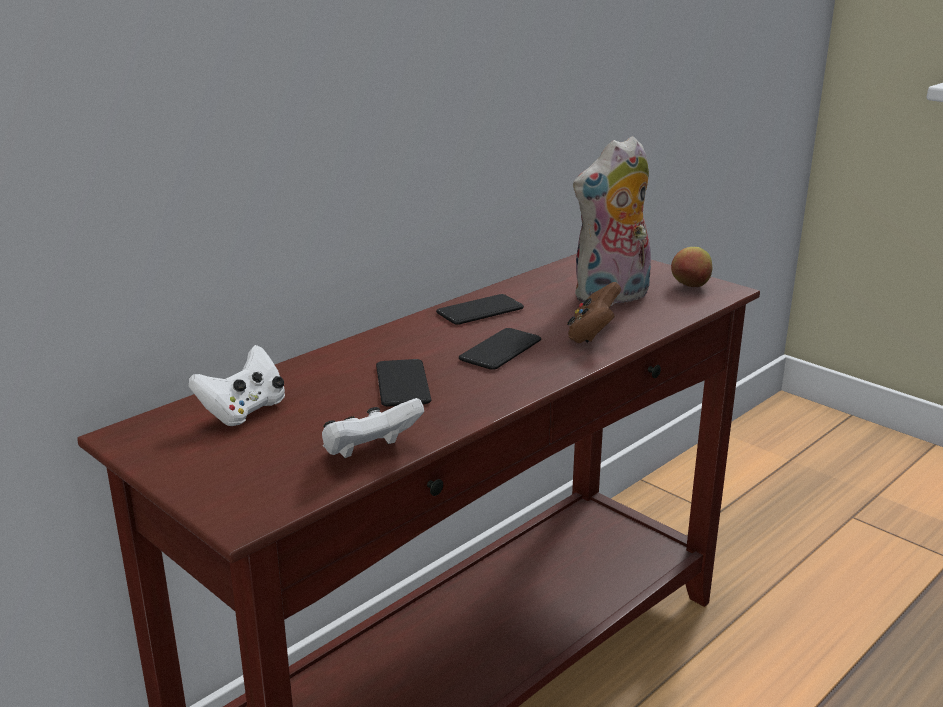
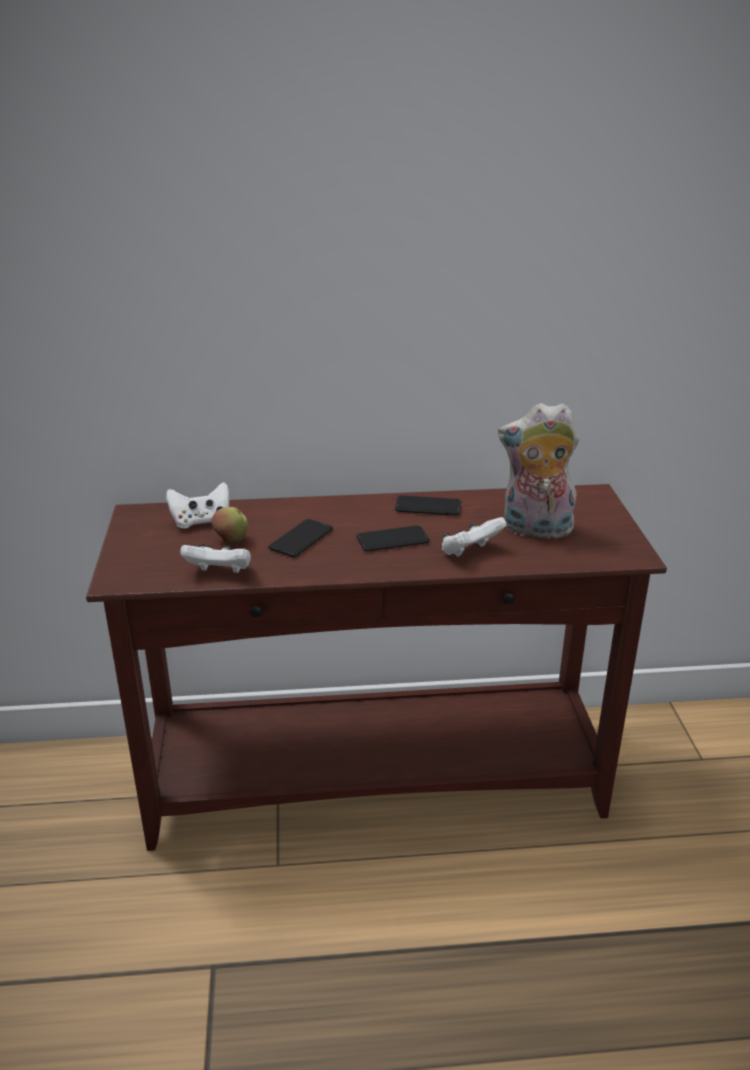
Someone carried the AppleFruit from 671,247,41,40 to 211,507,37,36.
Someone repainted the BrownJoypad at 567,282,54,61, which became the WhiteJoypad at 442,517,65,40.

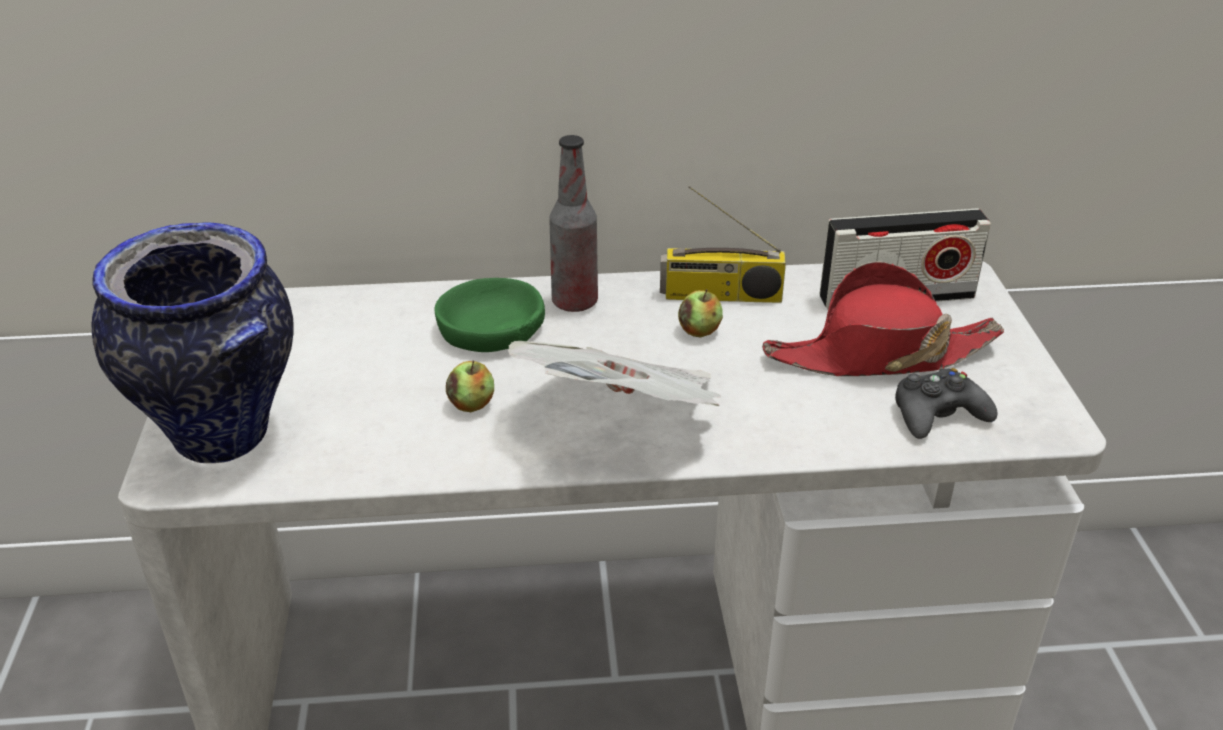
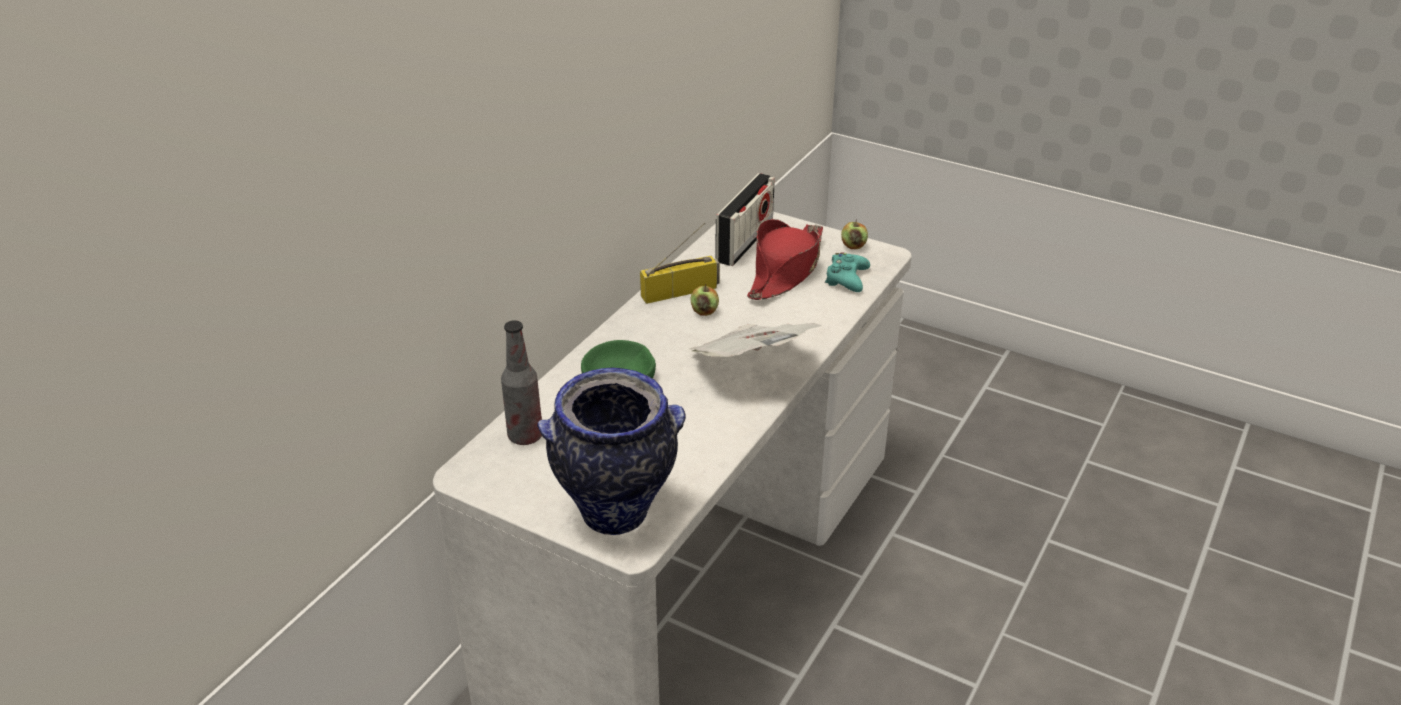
Someone carried the DrinkBottle from 549,135,49,177 to 501,320,41,125.
Someone rotated the Radio at 660,186,126,117 by 150 degrees counterclockwise.
Someone carried the AppleFruit from 446,360,48,52 to 841,220,27,29.
Someone repainted the BlackishJoypad at 895,368,102,71, which became the BlueGreenJoypad at 825,252,45,40.

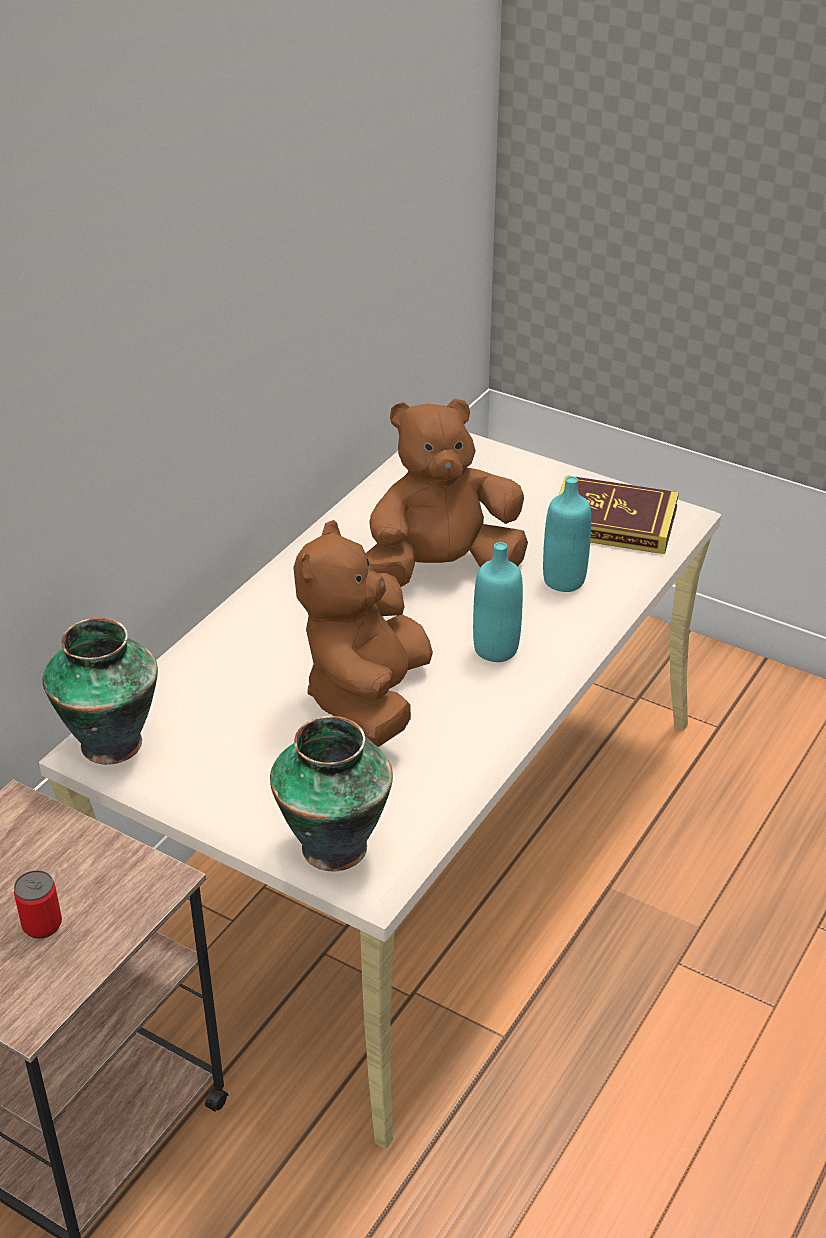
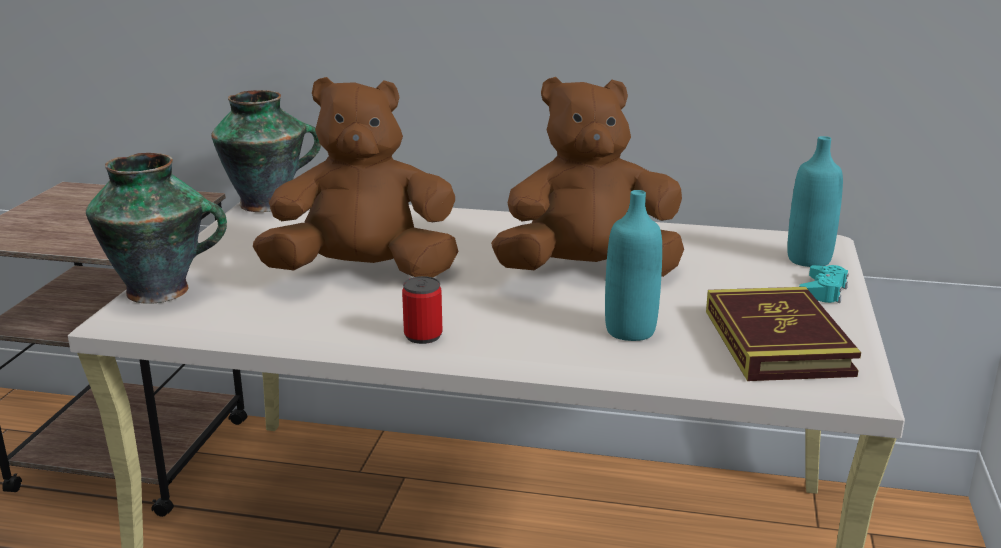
Someone rotated the BrownPlushToy at 366,398,162,189 by 60 degrees counterclockwise.
Someone carried the BlueGreenDrinkBottle from 473,542,50,120 to 787,136,56,131.
Someone carried the MetalCan from 14,870,48,69 to 402,276,40,68.
Someone put down the BlueGreenJoypad at 799,265,50,38.

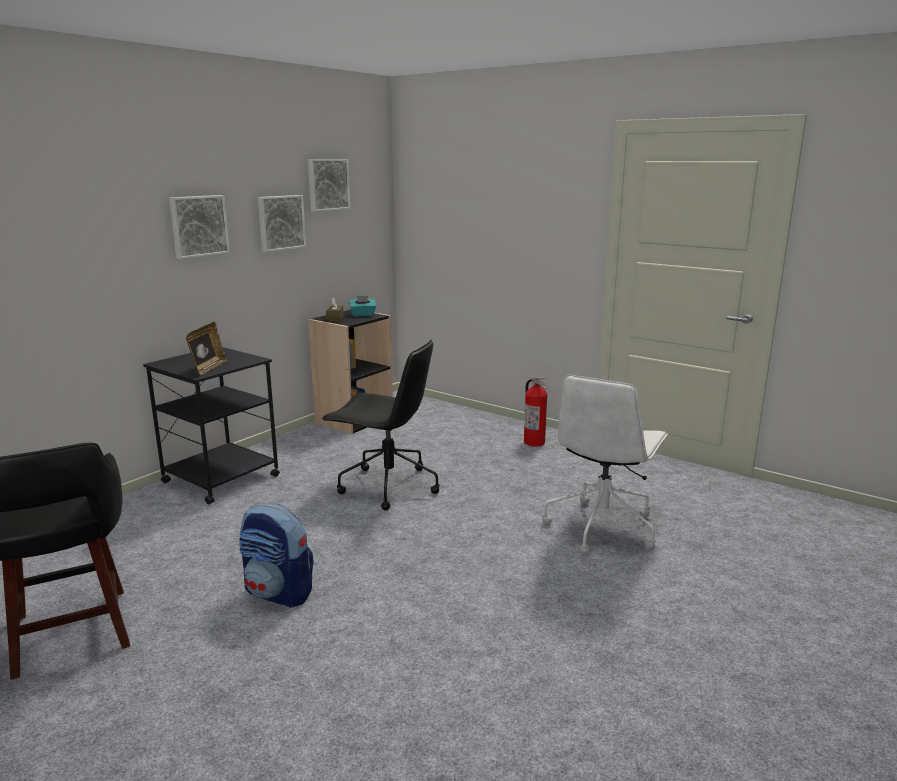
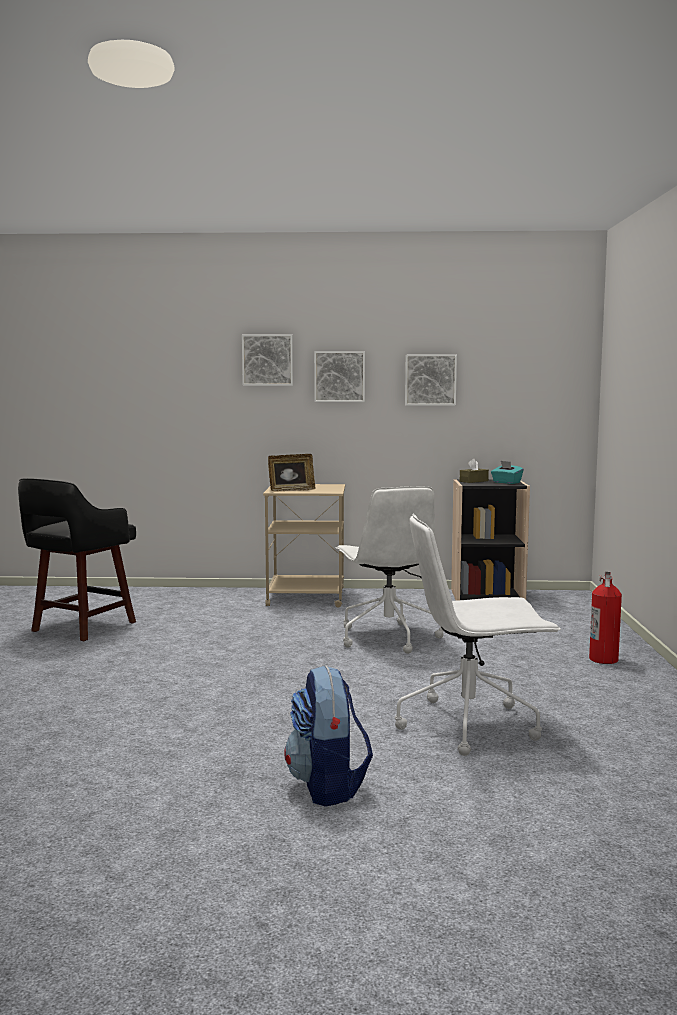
Someone carried the WallPicture from 308,159,42,53 to 242,335,51,51.
Someone repainted the BlackishDeskChair at 321,340,119,170, which became the WhiteDeskChair at 335,486,109,168.
Someone repainted the BlackishWheeledCart at 143,347,137,157, which became the BeigeWheeledCart at 263,484,82,124.
Someone carried the Knapsack from 239,504,75,104 to 284,665,89,142.

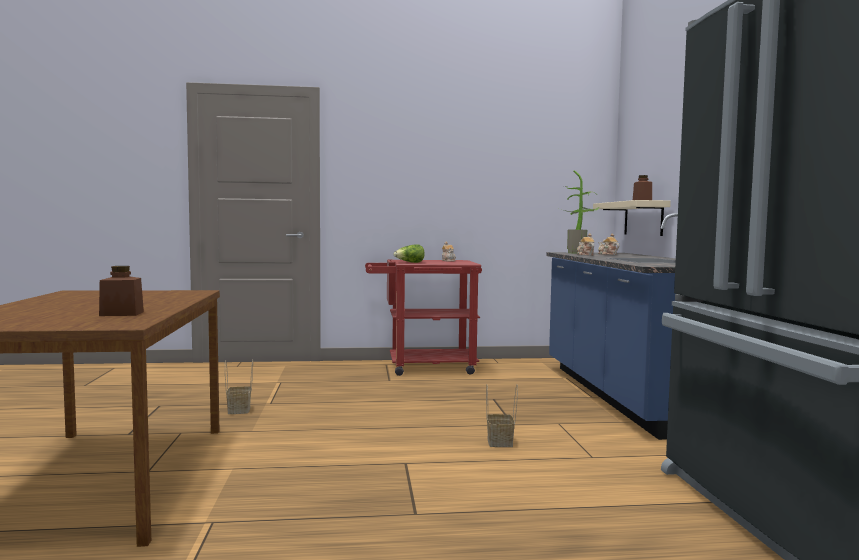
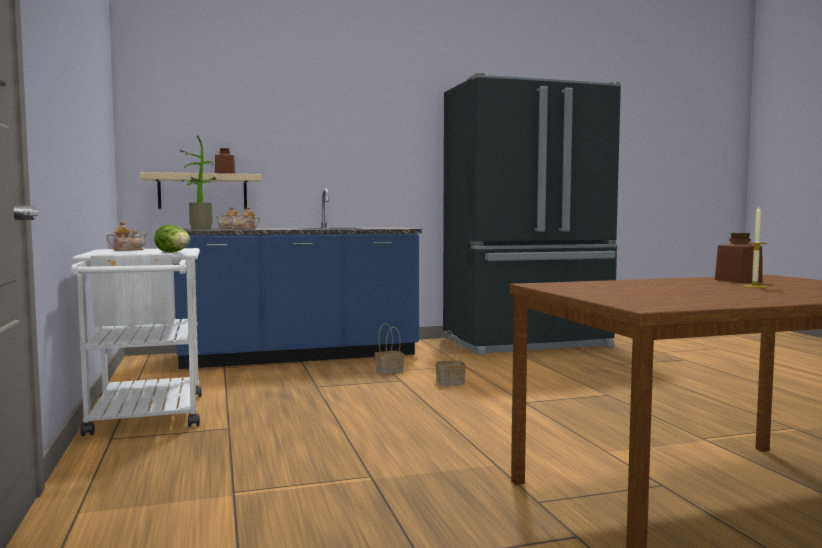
Someone repainted the ReddishWheeledCart at 365,260,117,116, which became the WhiteWheeledCart at 71,248,131,188.
Someone carried the HouseholdBasket from 225,359,28,55 to 375,323,29,52.
Someone put down the WaxLight at 743,206,24,82.

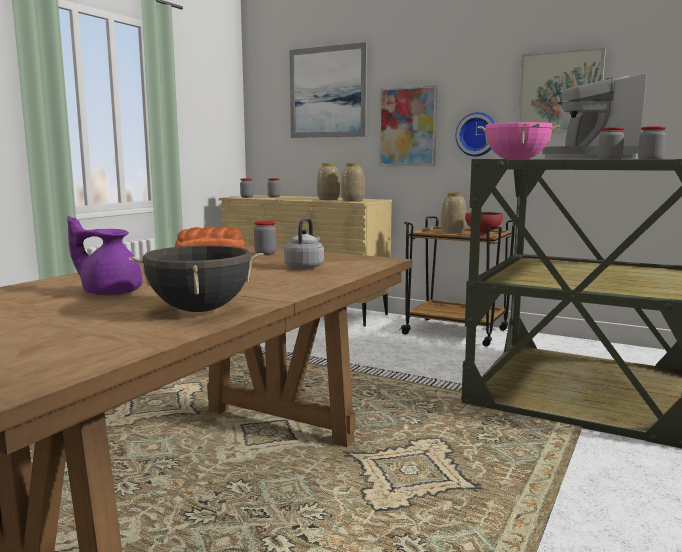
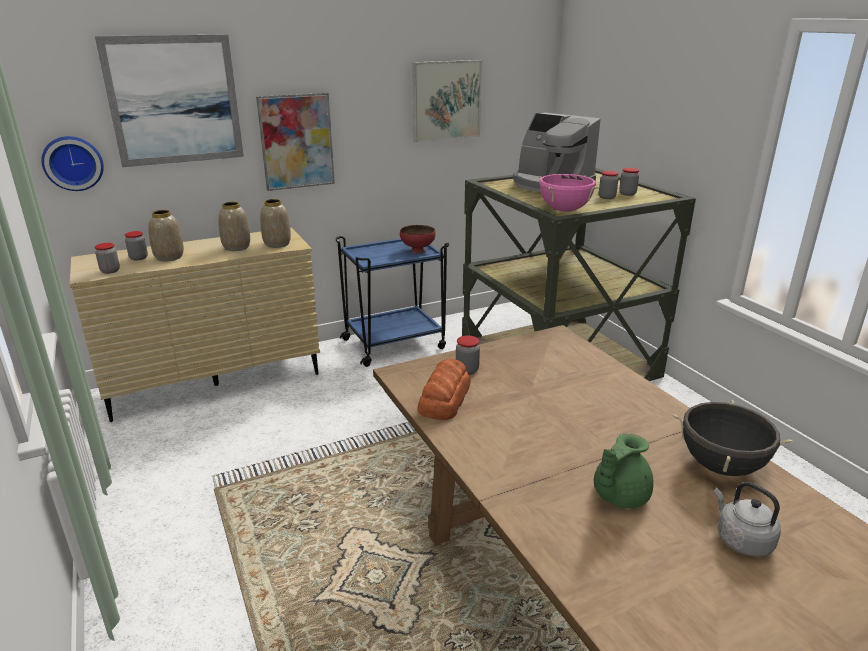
Someone carried the HangingClock from 456,112,39,45 to 41,136,63,55.
Someone carried the DecorativeVase from 441,193,25,40 to 148,210,36,51.
Someone repainted the PurpleColouredTeapot at 67,216,75,79, which became the GreenTeapot at 594,433,59,75.
Someone repainted the BrownWheeledCart at 400,216,115,131, which became the BlueWheeledCart at 336,236,113,131.
Someone carried the GreyKettle from 284,218,40,51 to 714,482,67,75.

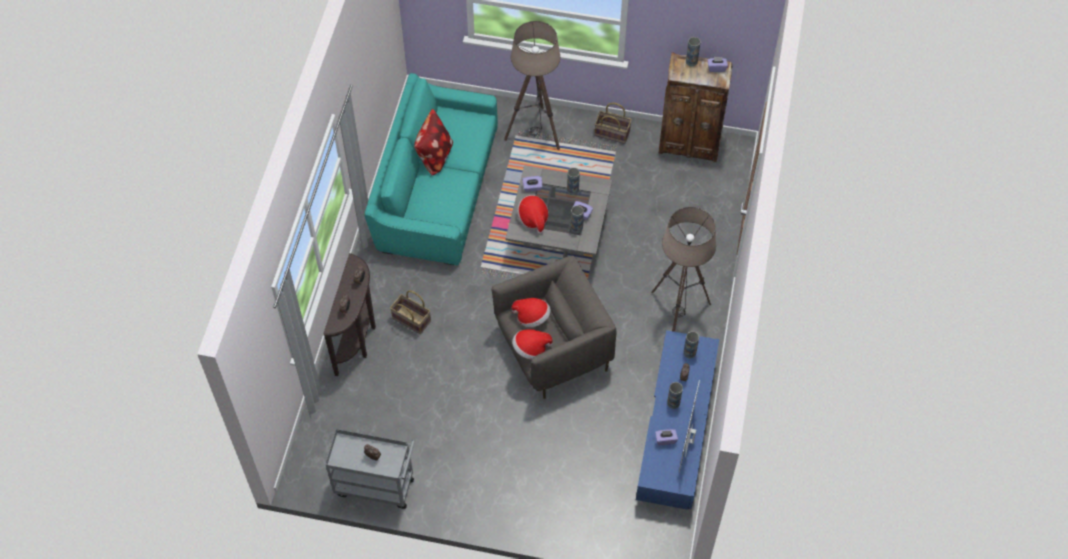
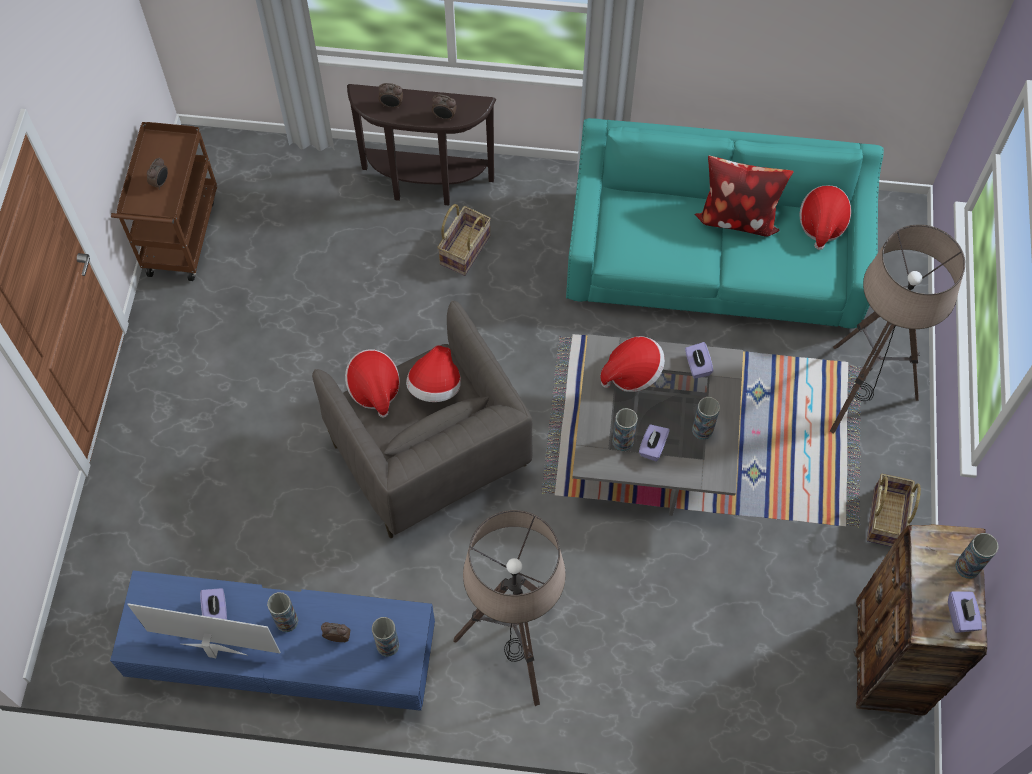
Someone repainted the GreyWheeledCart at 325,429,90,80, which became the BrownWheeledCart at 111,122,106,159.
Someone put down the WearableHat at 799,186,52,64.

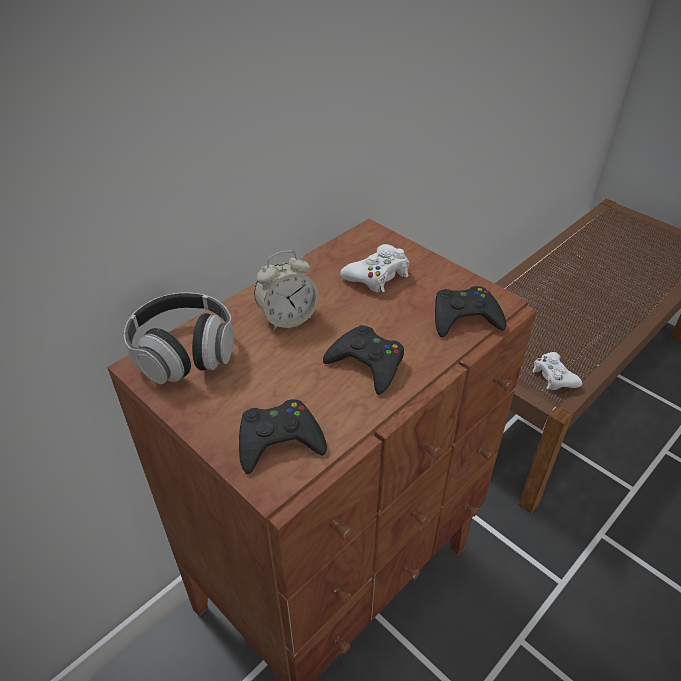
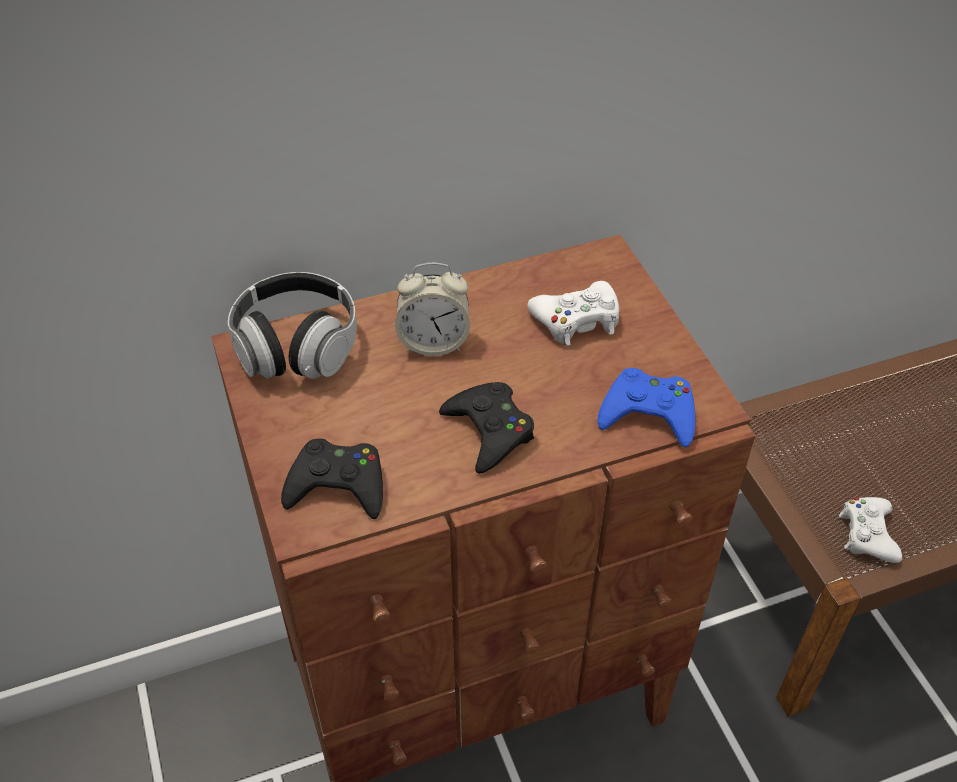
Someone repainted the BlackishJoypad at 435,286,71,52, which became the BlueJoypad at 597,368,98,80.

